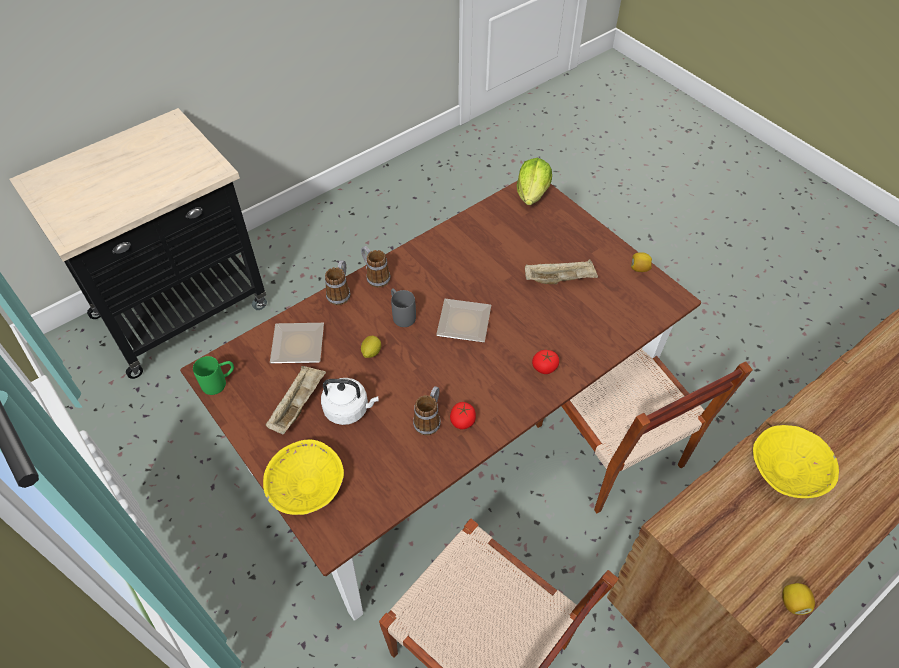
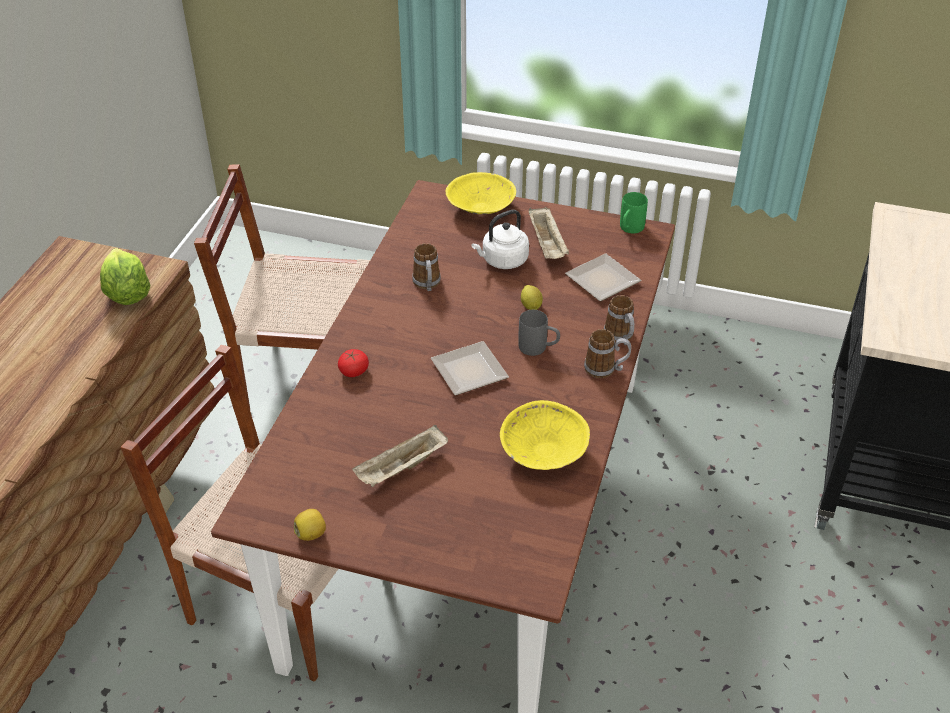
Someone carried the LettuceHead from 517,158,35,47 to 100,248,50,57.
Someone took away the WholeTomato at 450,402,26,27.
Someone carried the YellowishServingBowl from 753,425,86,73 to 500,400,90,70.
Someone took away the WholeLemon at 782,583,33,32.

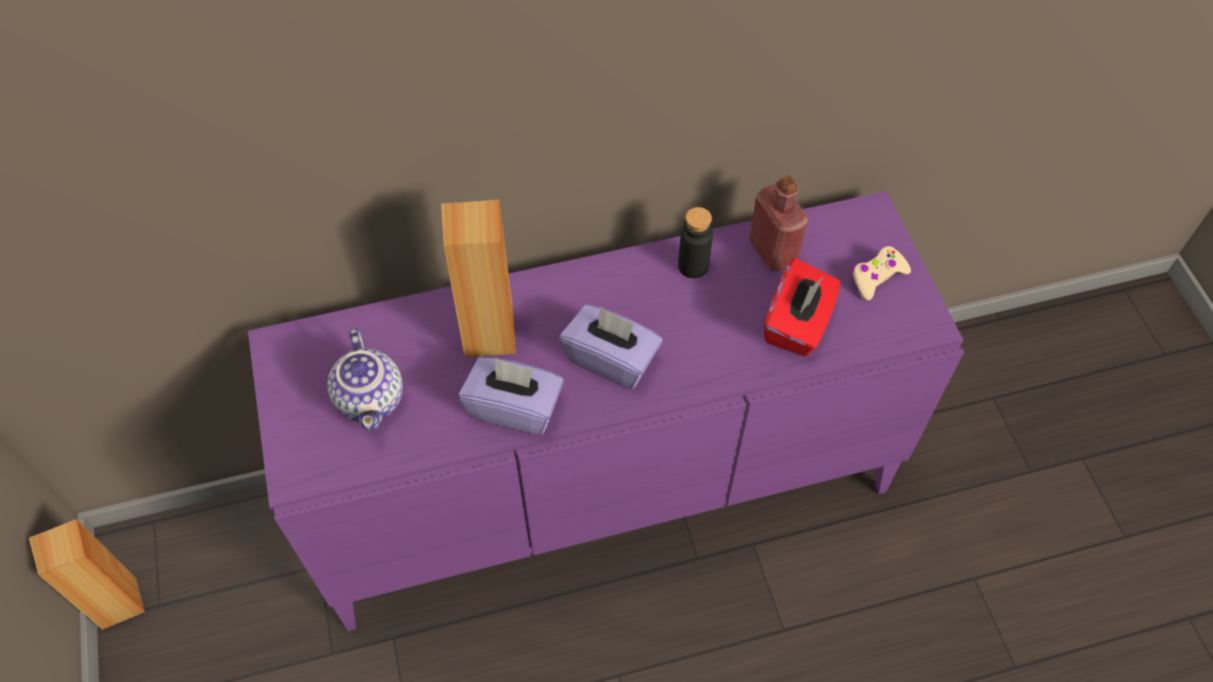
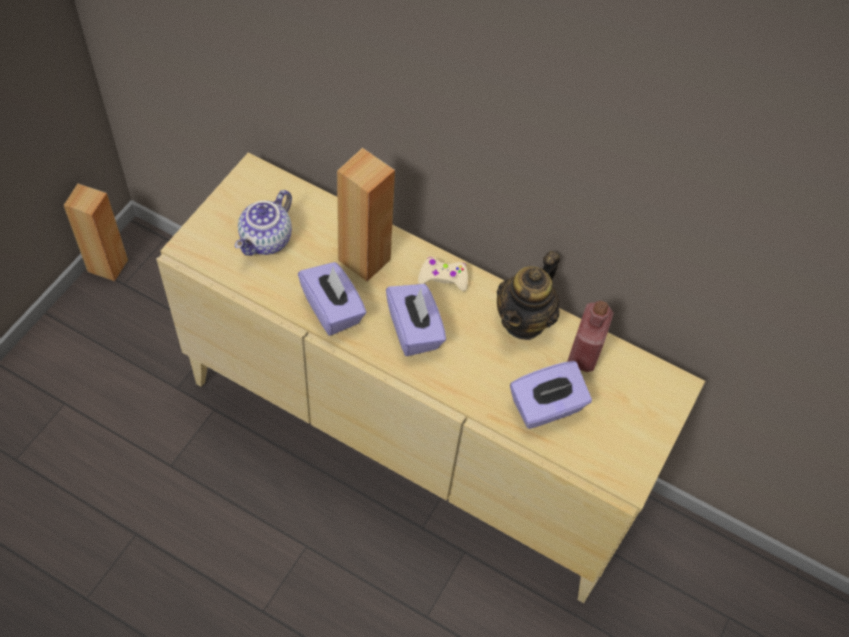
Someone repainted the PurpleColouredDrawerChest at 248,191,716,440, which became the BeigeDrawerChest at 156,152,549,451.
Someone swapped the BlackishDrinkBottle at 678,207,35,71 for the Teapot at 497,251,63,89.
Someone carried the BeigeJoypad from 852,246,59,55 to 418,257,50,34.
Someone repainted the ReddishTissueBox at 764,258,77,98, which became the PurpleColouredTissueBox at 510,361,82,68.

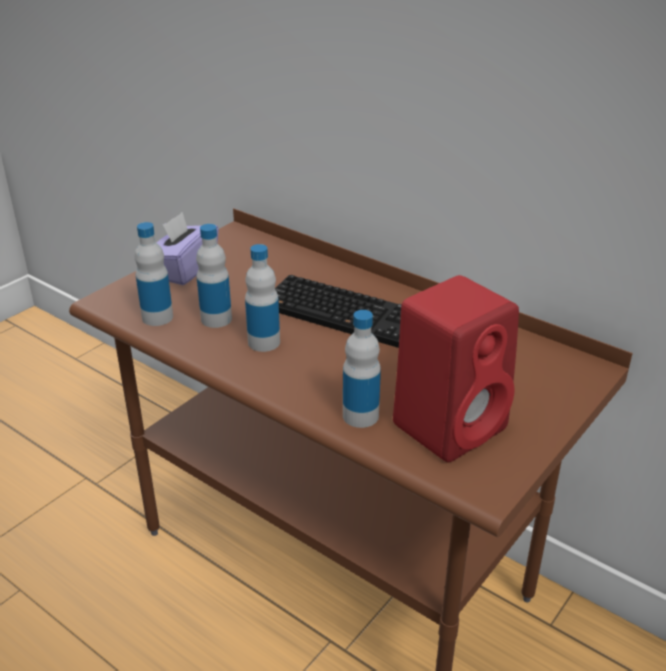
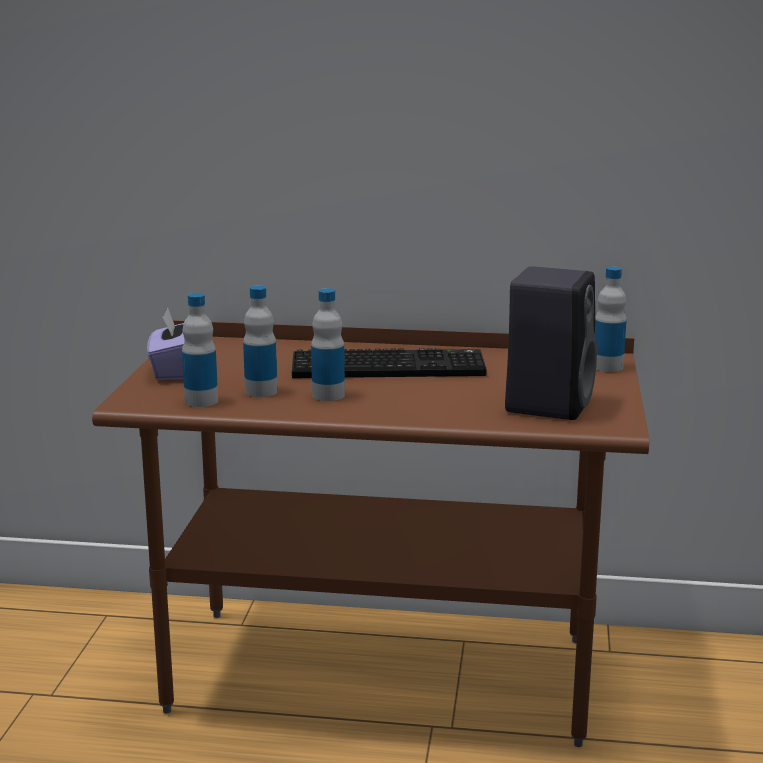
Someone repainted the ReddishAudioSpeaker at 393,275,126,187, which became the BlackishAudioSpeaker at 505,266,92,154.
Someone carried the DrinkBottle from 343,310,38,118 to 595,267,32,105.

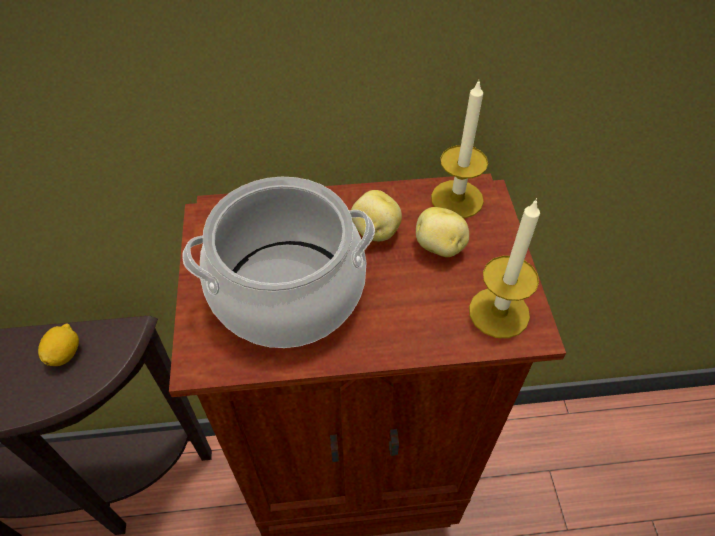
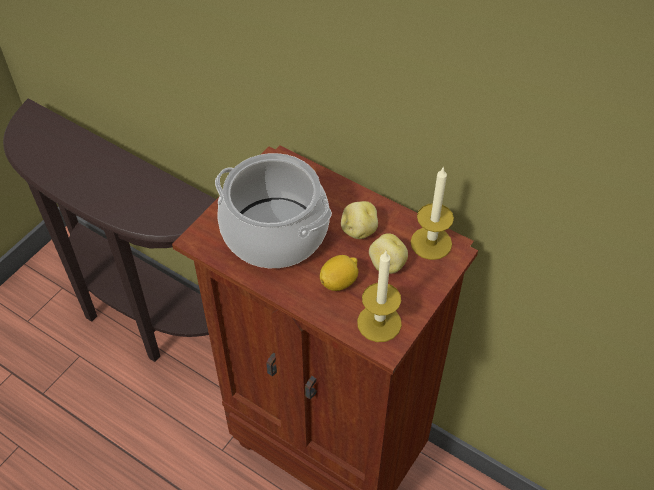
Someone carried the WholeLemon from 38,323,41,43 to 320,255,38,36.

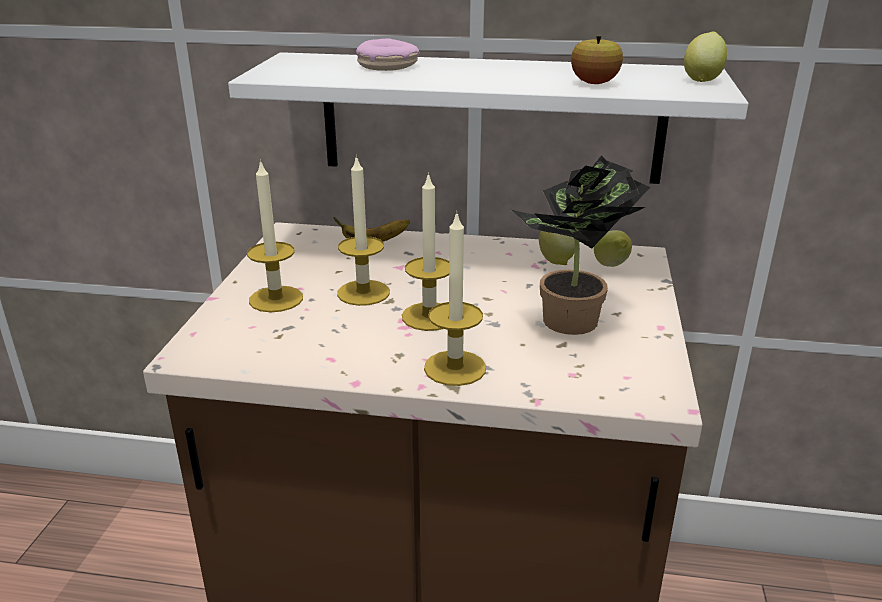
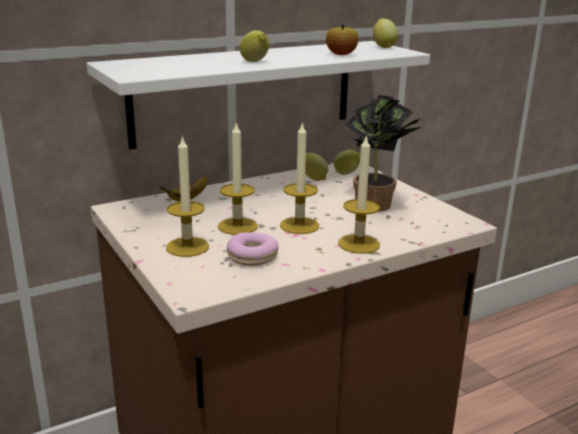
Someone carried the Doughnut from 356,38,64,33 to 227,232,52,34.
Someone put down the WholeLemon at 240,30,29,32.

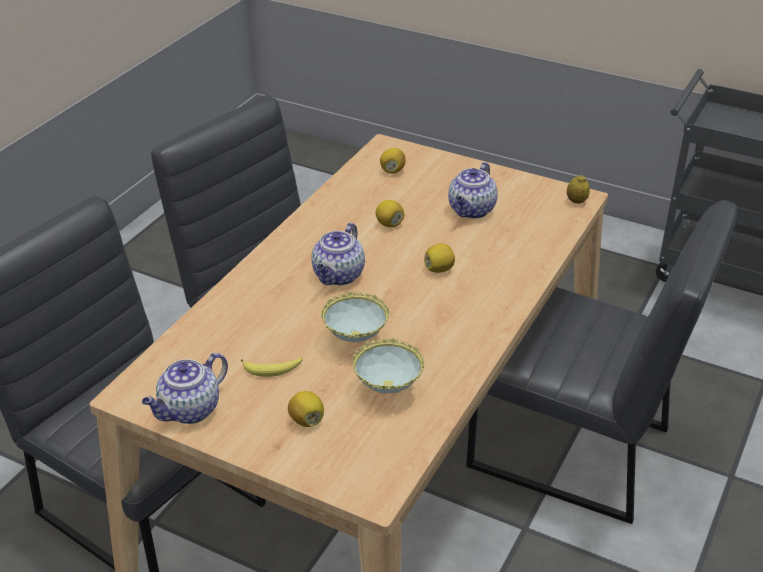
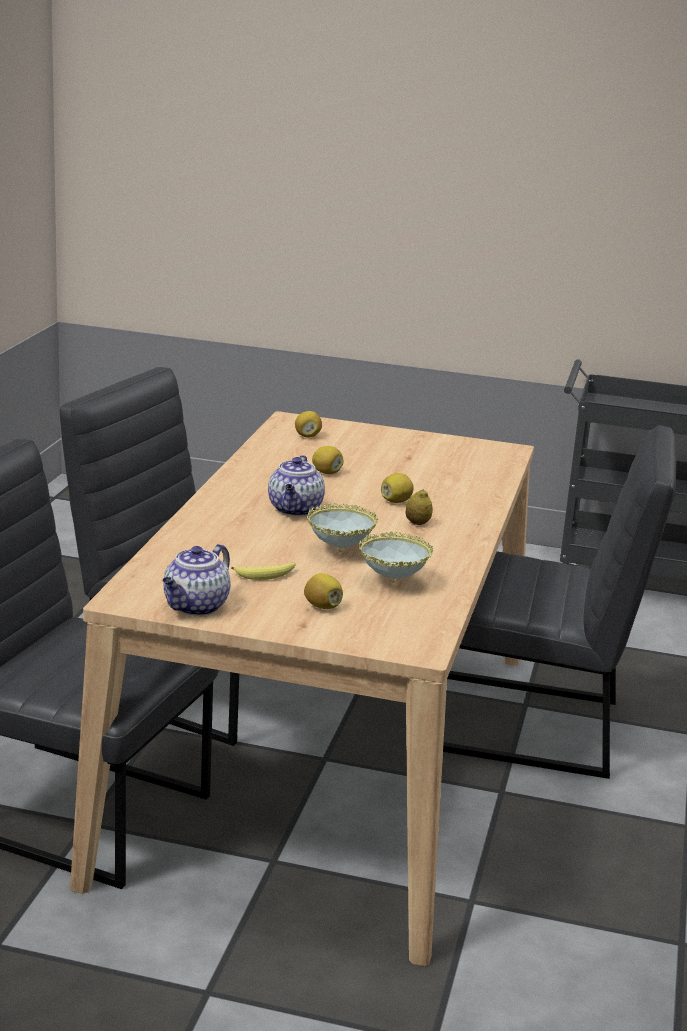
Someone took away the Teapot at 448,162,50,57.
Someone carried the WholeLemon from 567,175,23,28 to 406,489,27,36.

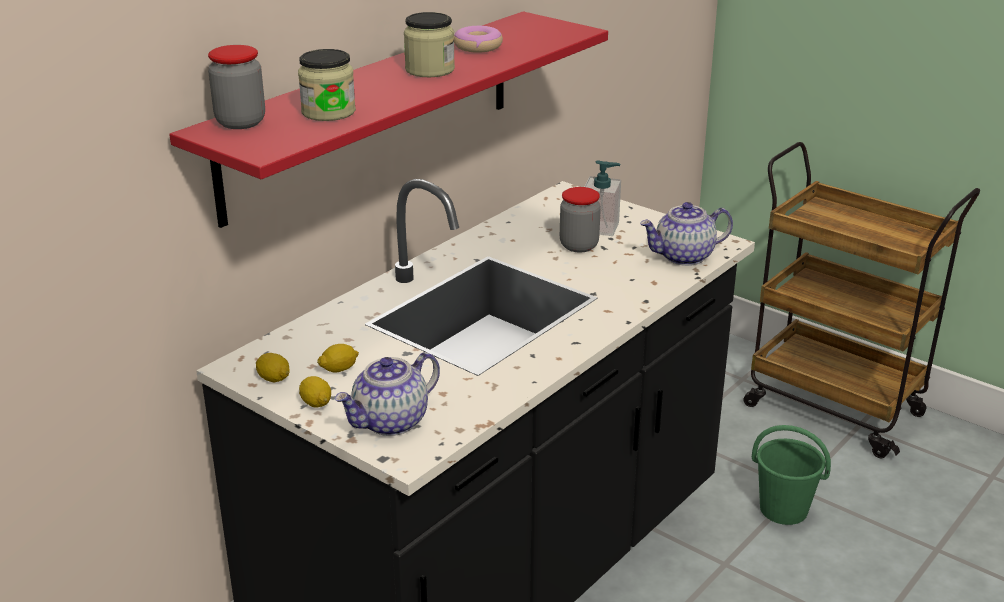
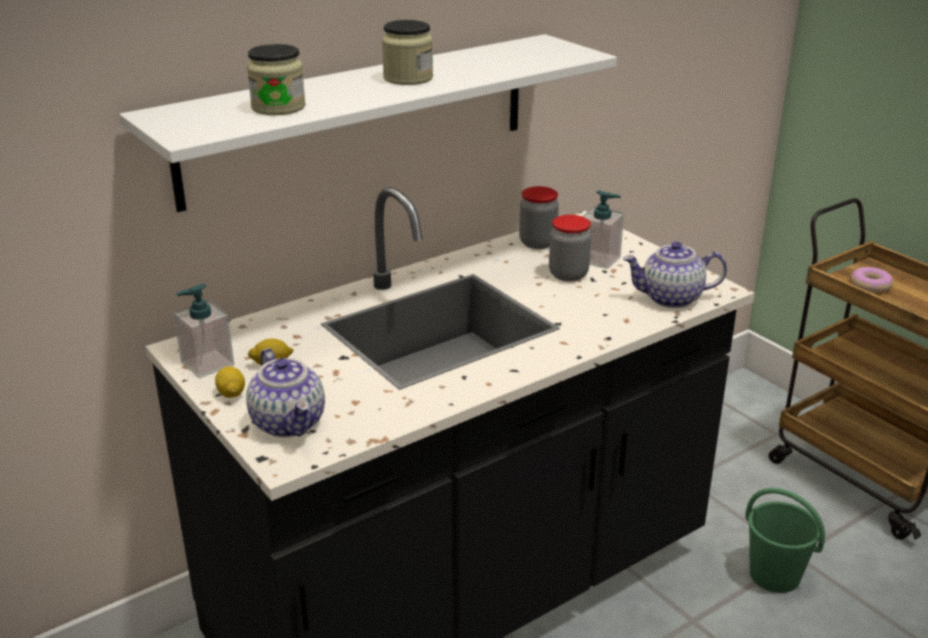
Someone repainted the ReddishWallShelf at 169,11,439,217, which became the WhiteWallShelf at 119,34,498,178.
Someone carried the Doughnut from 454,26,49,27 to 850,267,43,26.
Someone carried the Jar from 208,45,57,84 to 519,186,40,63.
Someone rotated the Teapot at 335,352,105,84 by 90 degrees counterclockwise.
Someone swapped the WholeLemon at 256,353,34,29 for the SoapDispenser at 173,284,61,94.

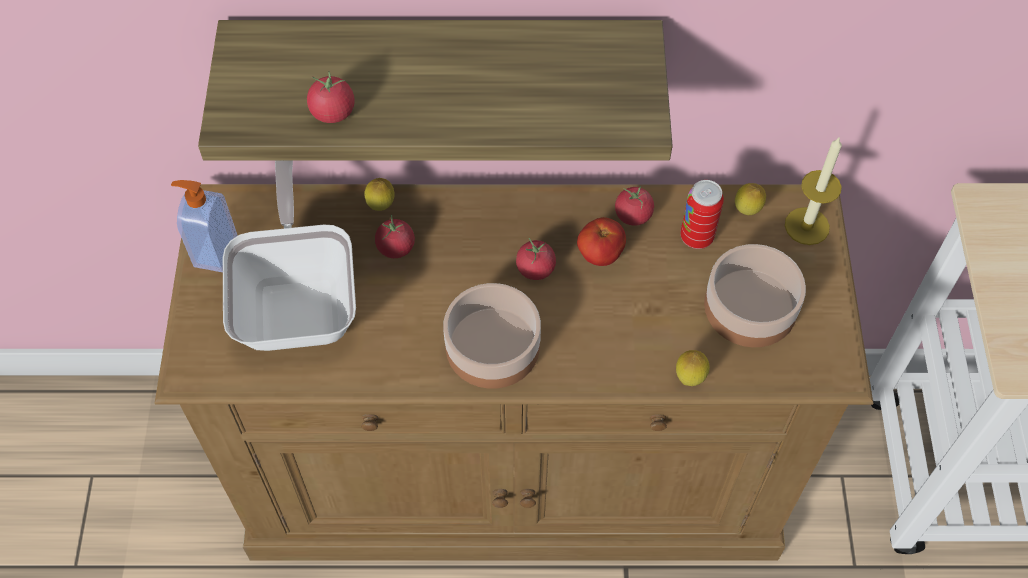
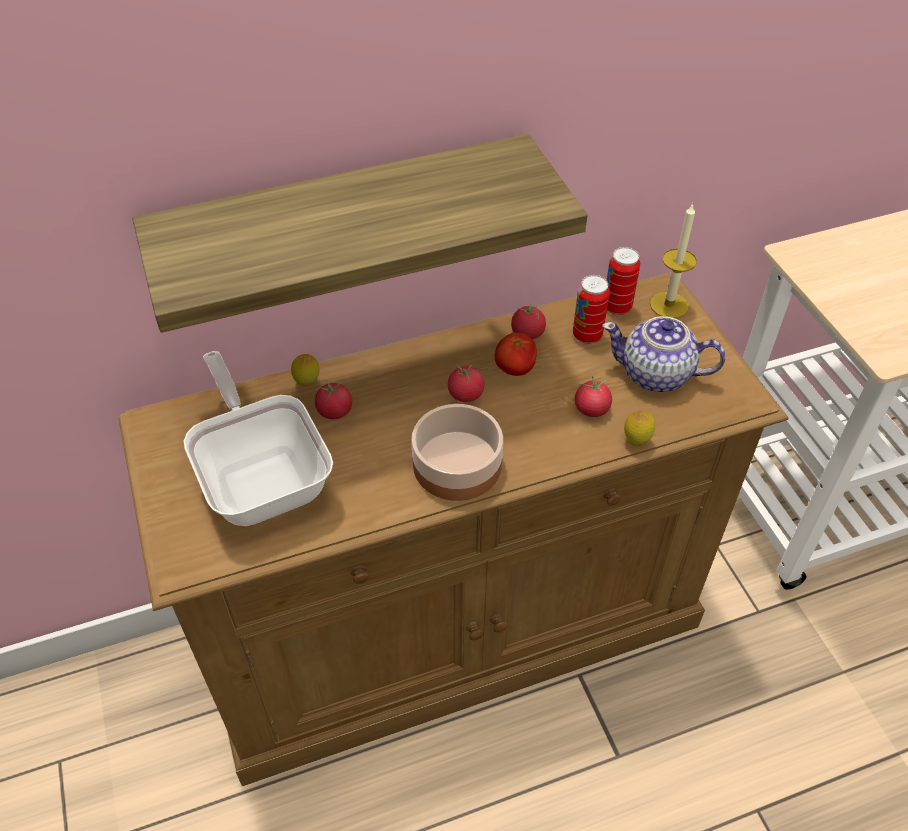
Someone carried the WholeTomato from 307,71,48,52 to 575,377,37,40.
Someone took away the SoapDispenser at 171,180,66,92.
Someone swapped the WholeLemon at 735,183,31,32 for the MetalCan at 607,247,33,68.
Someone swapped the ServingBowl at 704,244,102,103 for the Teapot at 602,316,123,76.

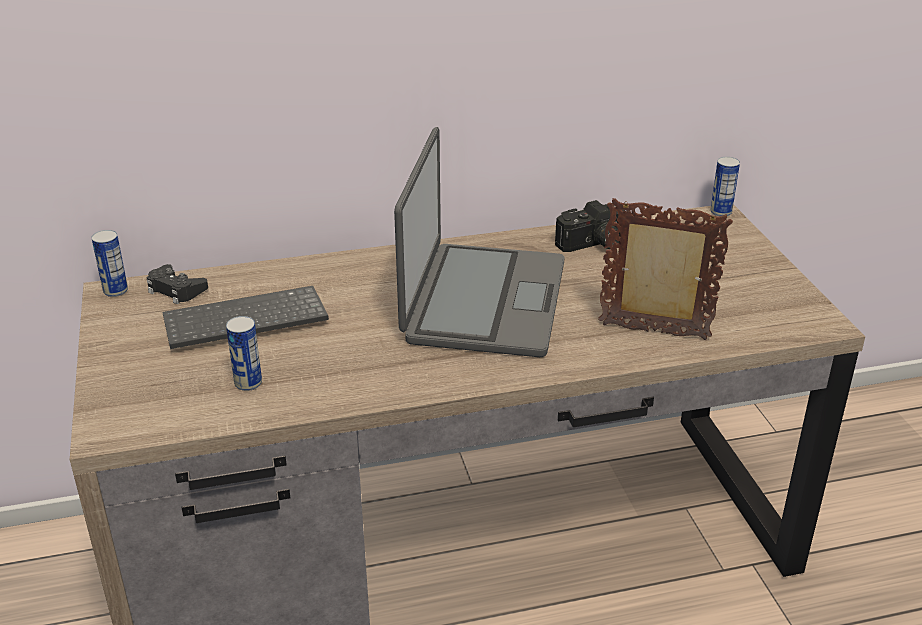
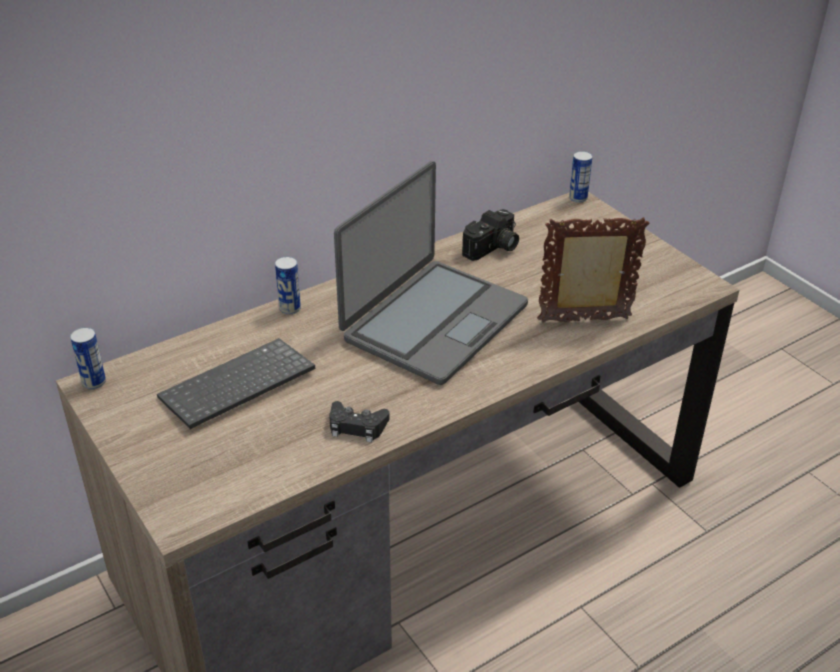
Someone rotated the PortableComputer at 394,127,171,230 by 45 degrees clockwise.
Someone carried the BlackishJoypad from 146,264,62,40 to 329,401,61,42.
Someone carried the MetalCan from 226,316,36,75 to 275,256,26,58.

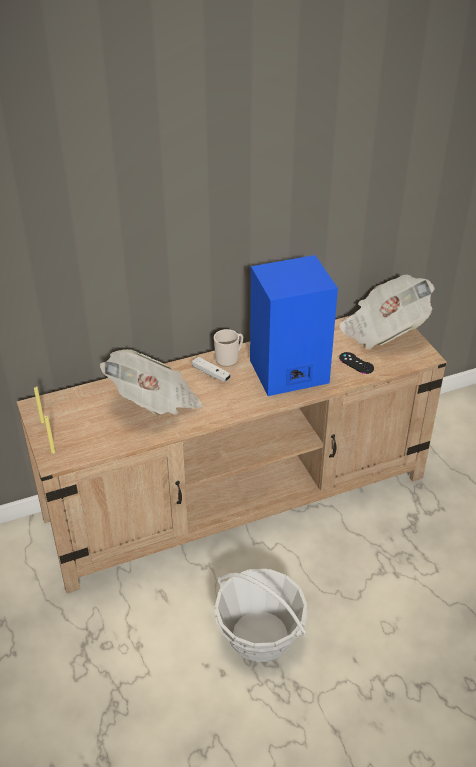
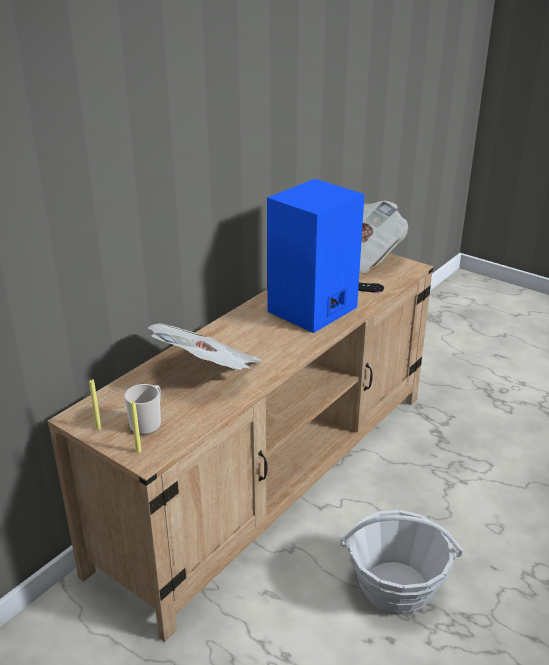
Someone carried the Mug from 214,329,29,38 to 124,384,37,51.
Someone took away the WhiteJoypad at 192,357,39,25.

